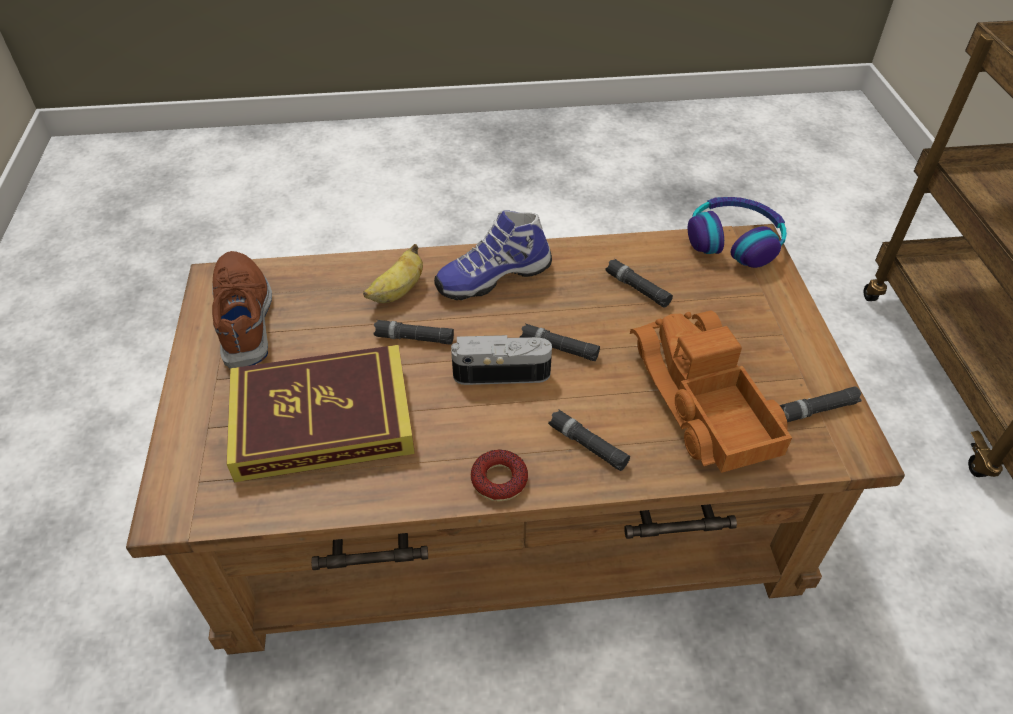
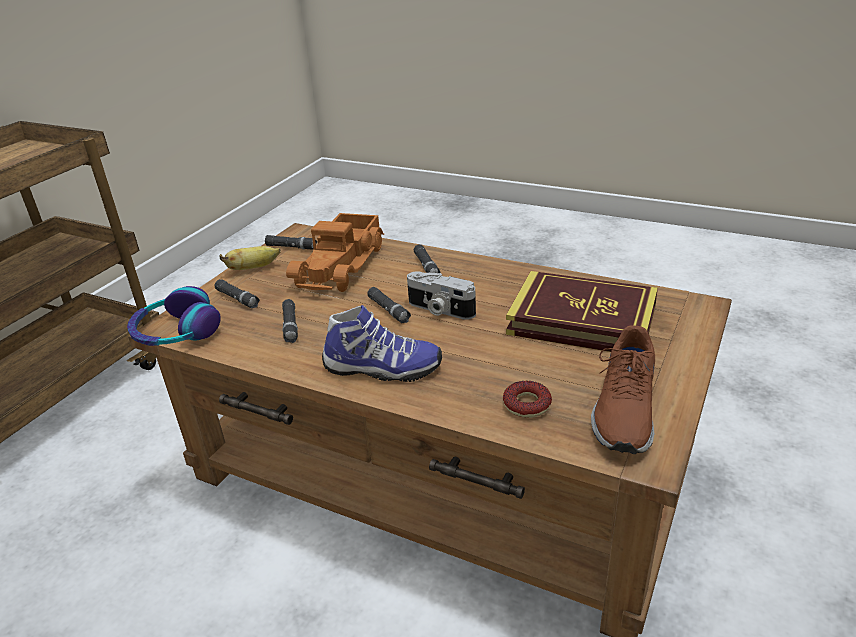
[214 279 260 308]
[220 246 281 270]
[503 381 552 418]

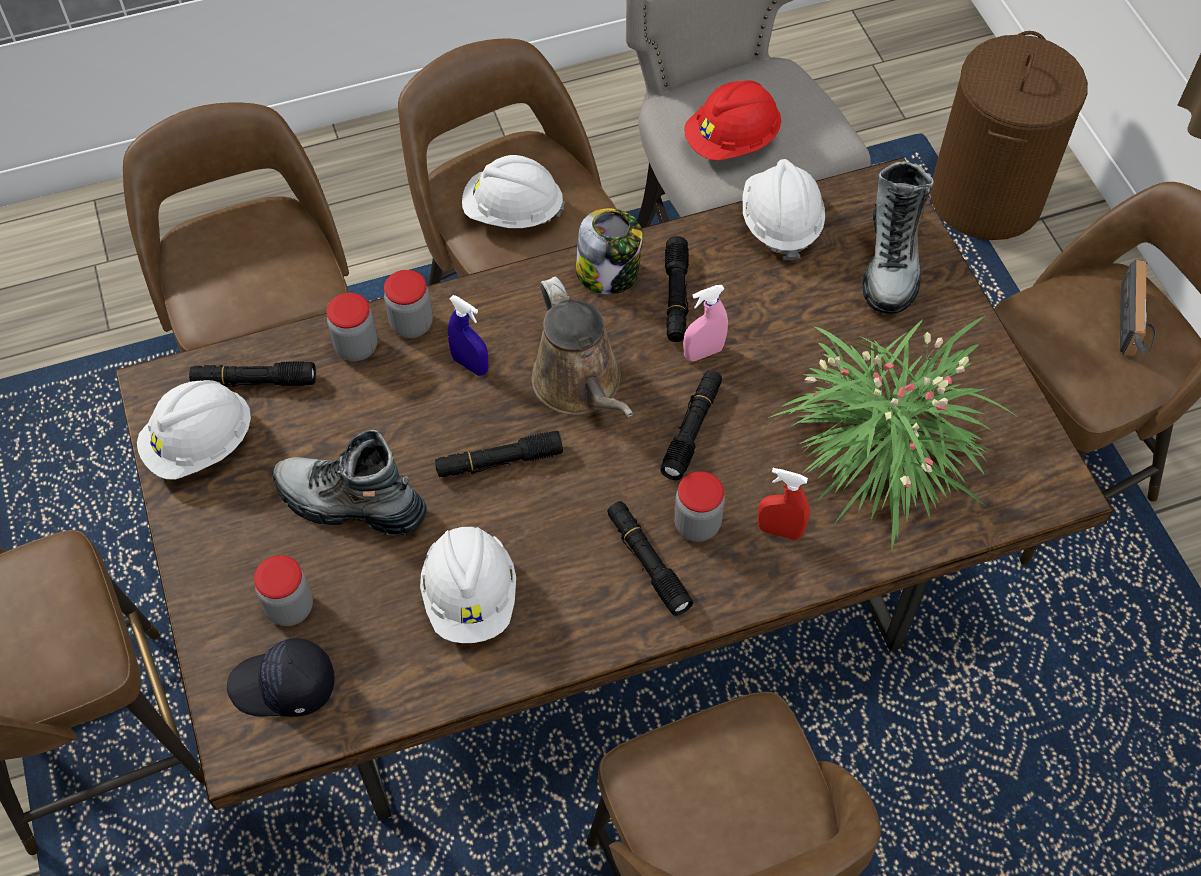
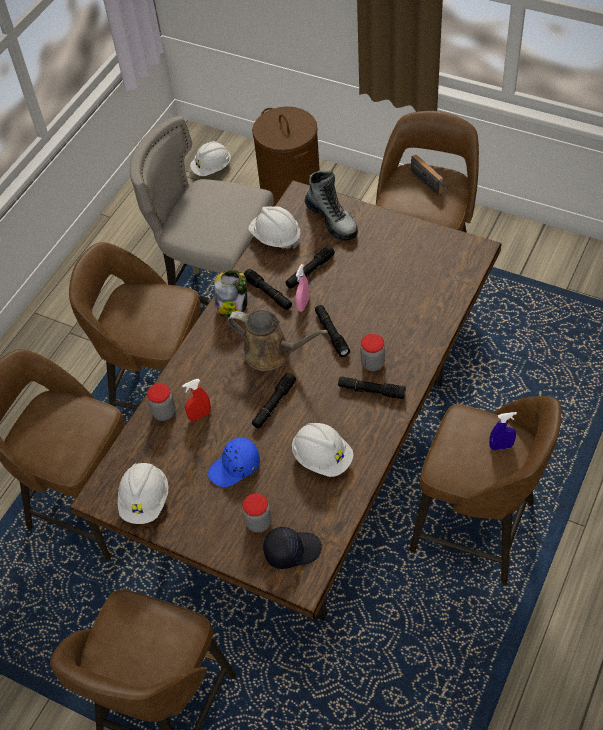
[182 379 211 421]
[190 141 231 176]
[208 438 260 487]
[263 527 322 569]
[286 246 335 288]
[489 412 517 450]
[384 270 433 338] (first image)
[684 80 781 161] (first image)
[758 316 1019 550] (first image)

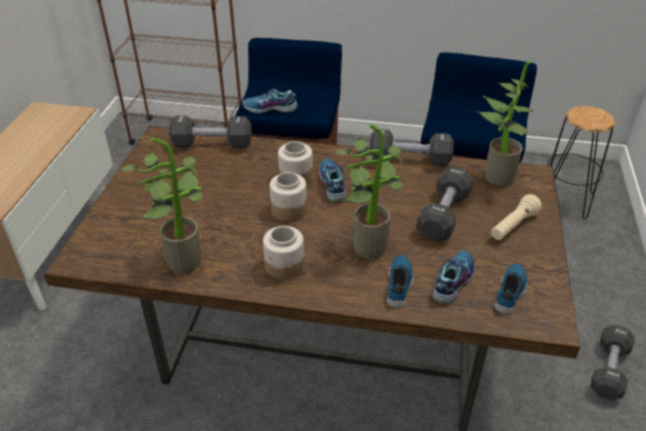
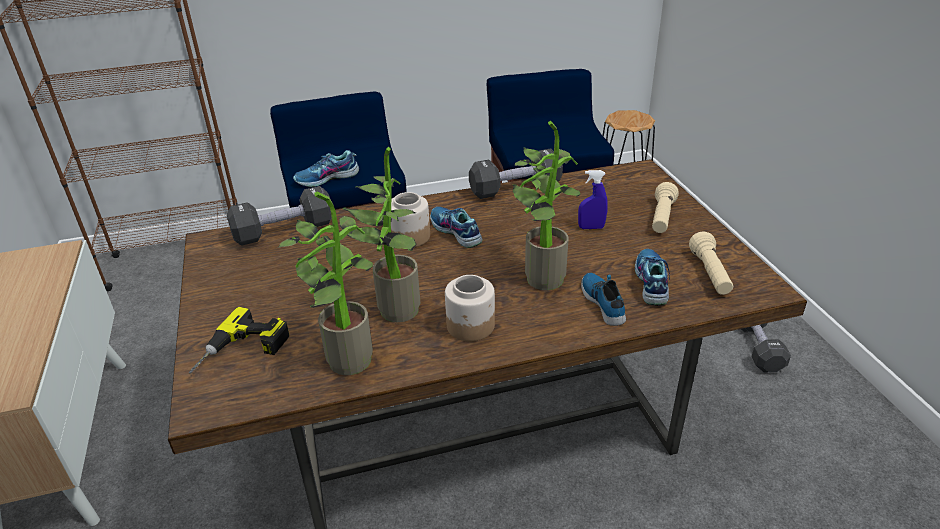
[189 307 289 374]
[343 147 420 322]
[578 170 608 229]
[689 231 733 295]
[270 172 307 221] (first image)

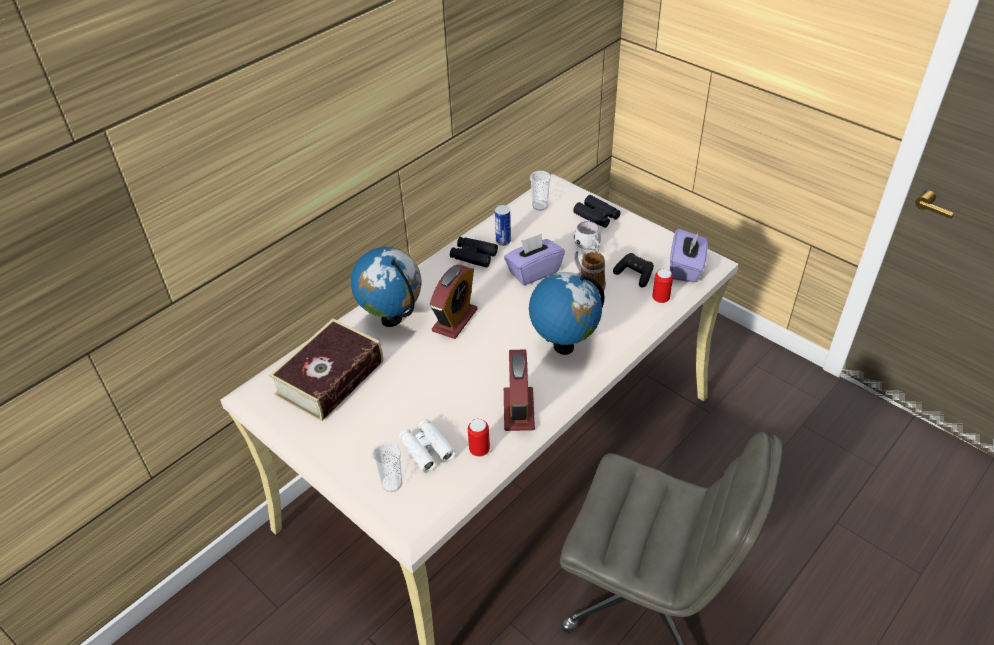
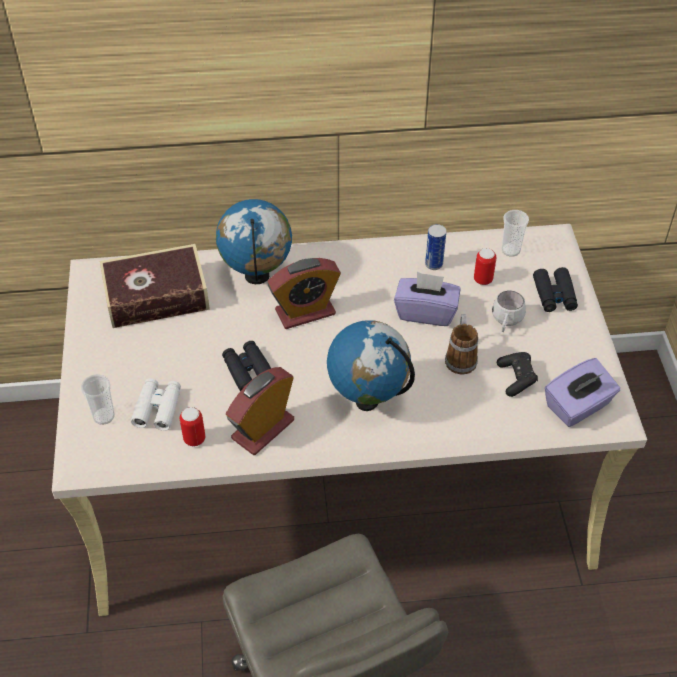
[222 341 271 391]
[474 248 497 285]

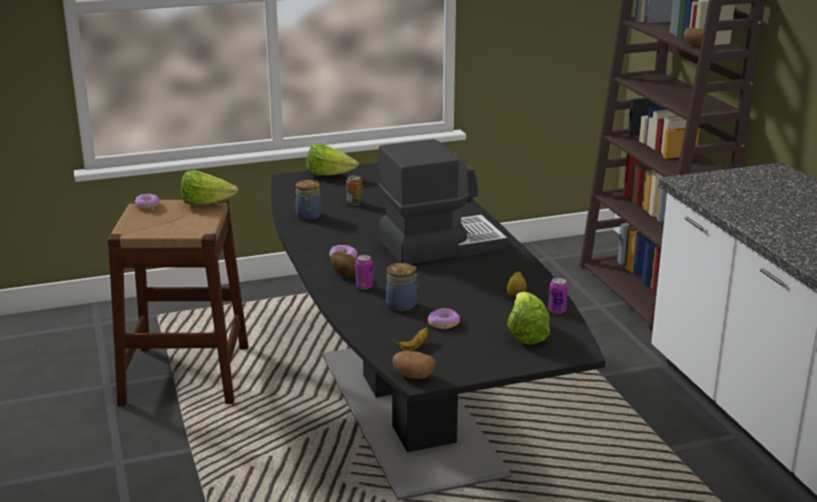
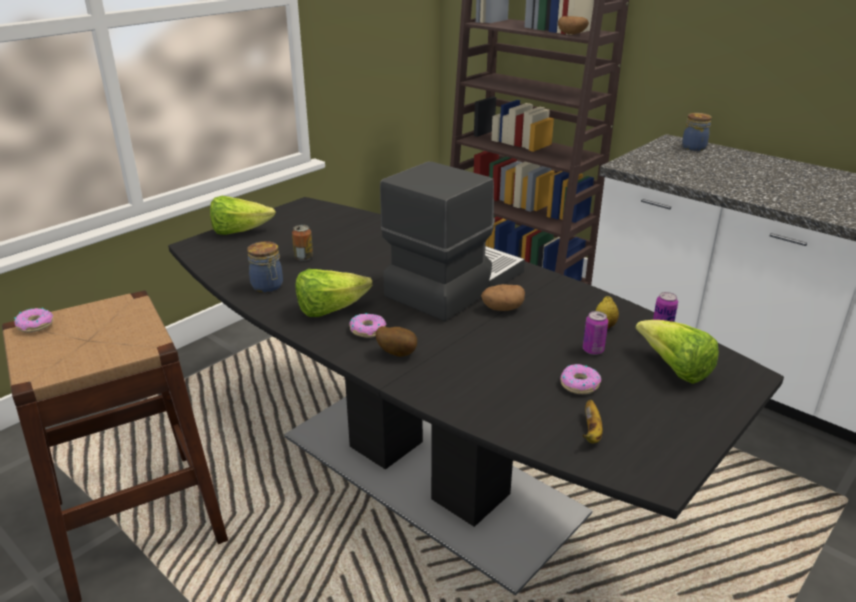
[296 269 373 317]
[481 284 525 311]
[583 311 608 355]
[682 113 712 151]

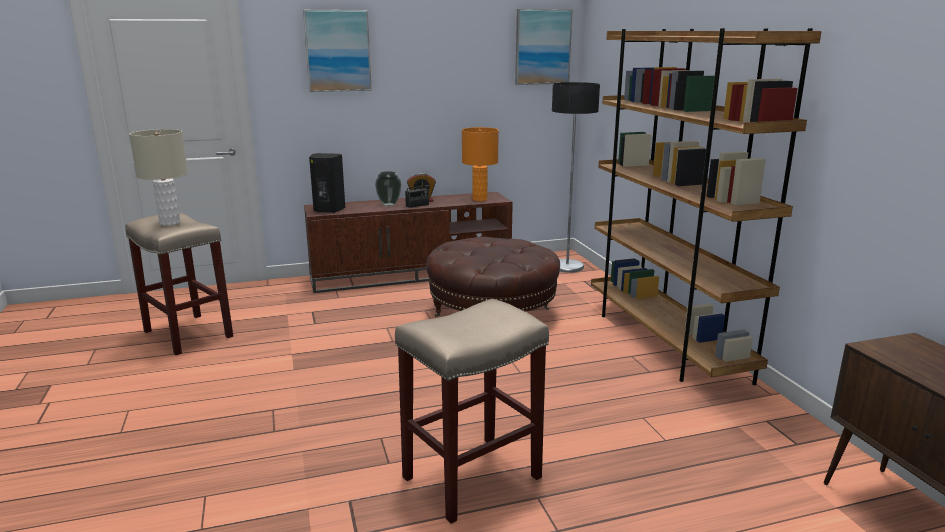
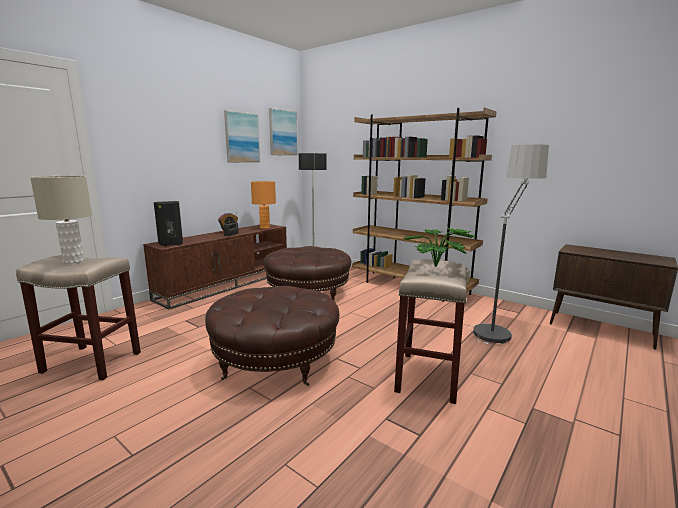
[205 286 340 386]
[224 110 260 163]
[404 227 477 267]
[470 145 549 345]
[375 171 401 206] (first image)

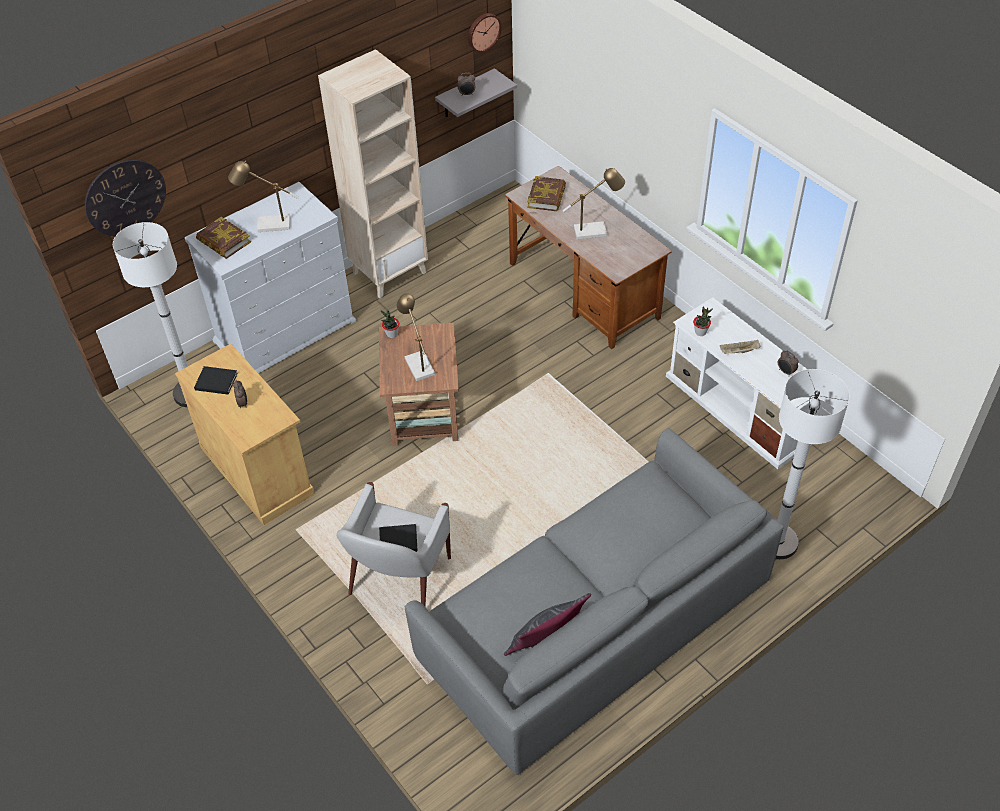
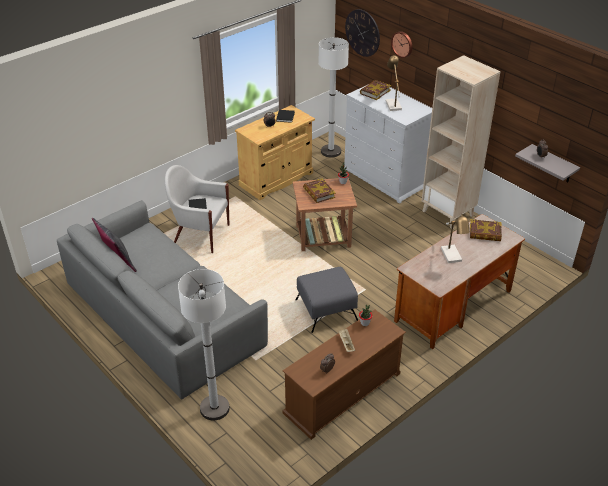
[282 309 406 440]
[296 267 358 333]
[303 178 336 203]
[391 31 412 58]

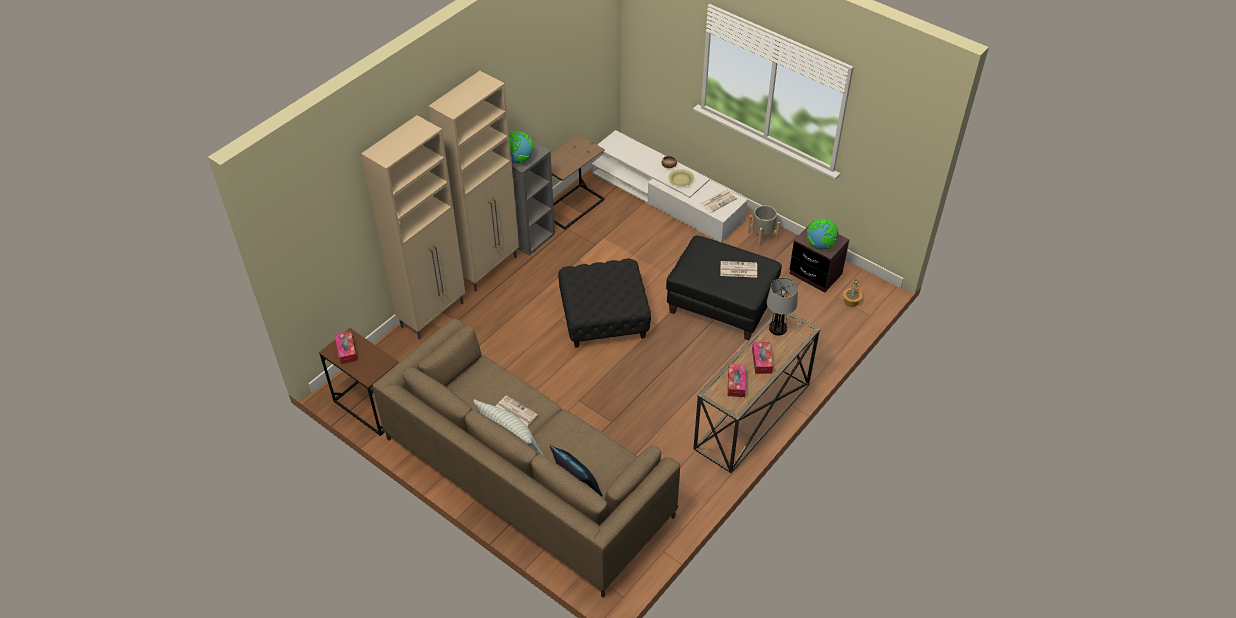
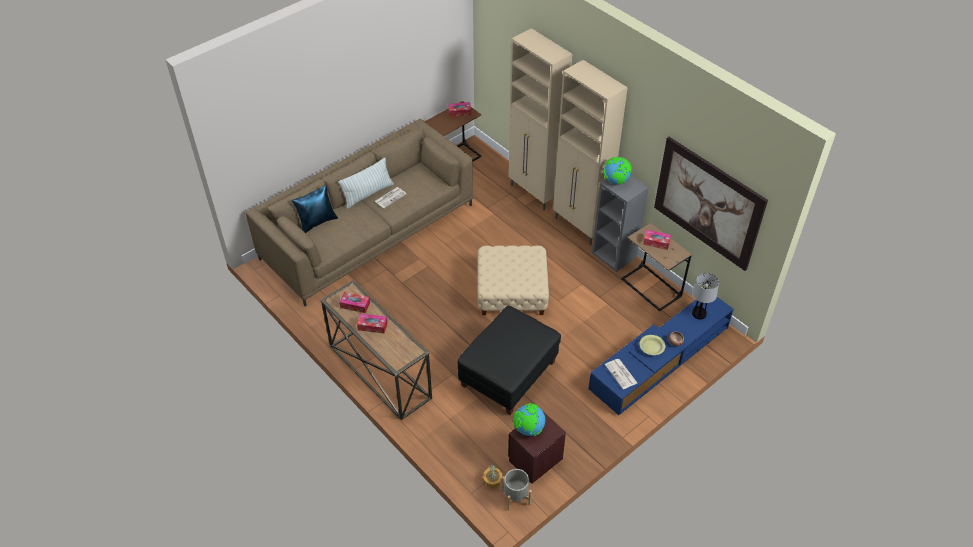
[477 245 549 315]
[501 469 532 511]
[588 297 734 415]
[643 230 671 250]
[654 137 768 271]
[692 273 719 319]
[721 261 757 278] (first image)

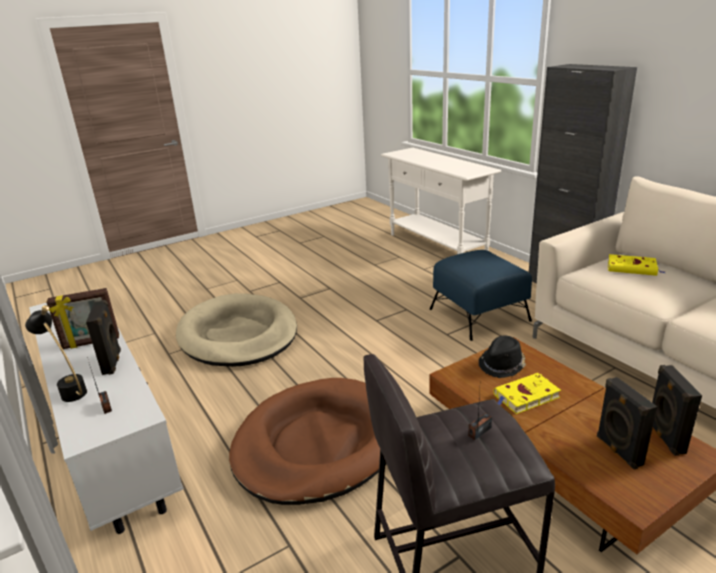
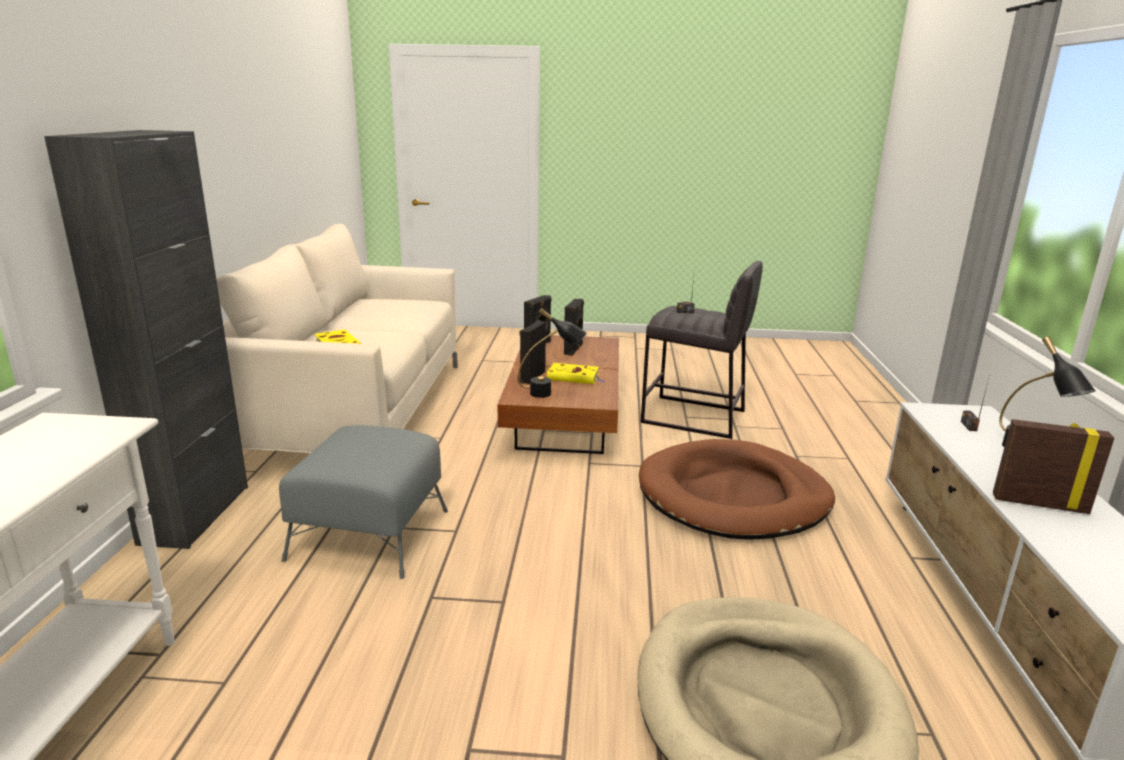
[279 425 448 579]
[517 308 587 398]
[519 320 546 384]

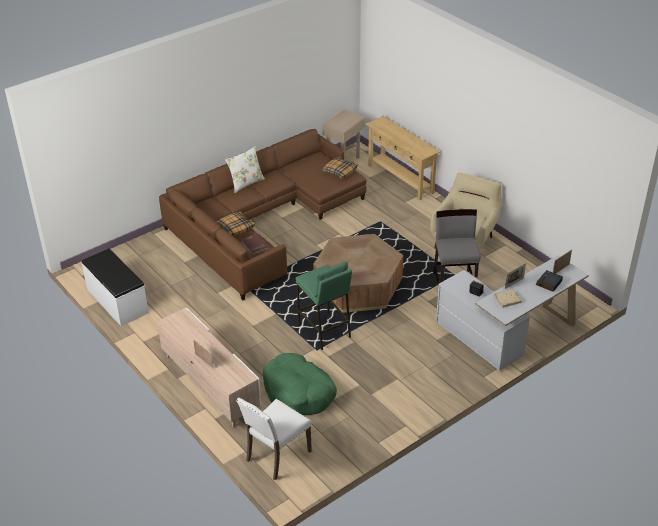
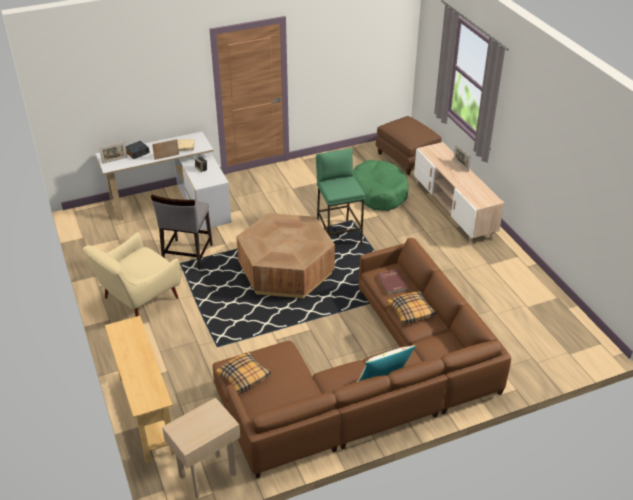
[376 116 441 175]
[81 248 149 326] (first image)

